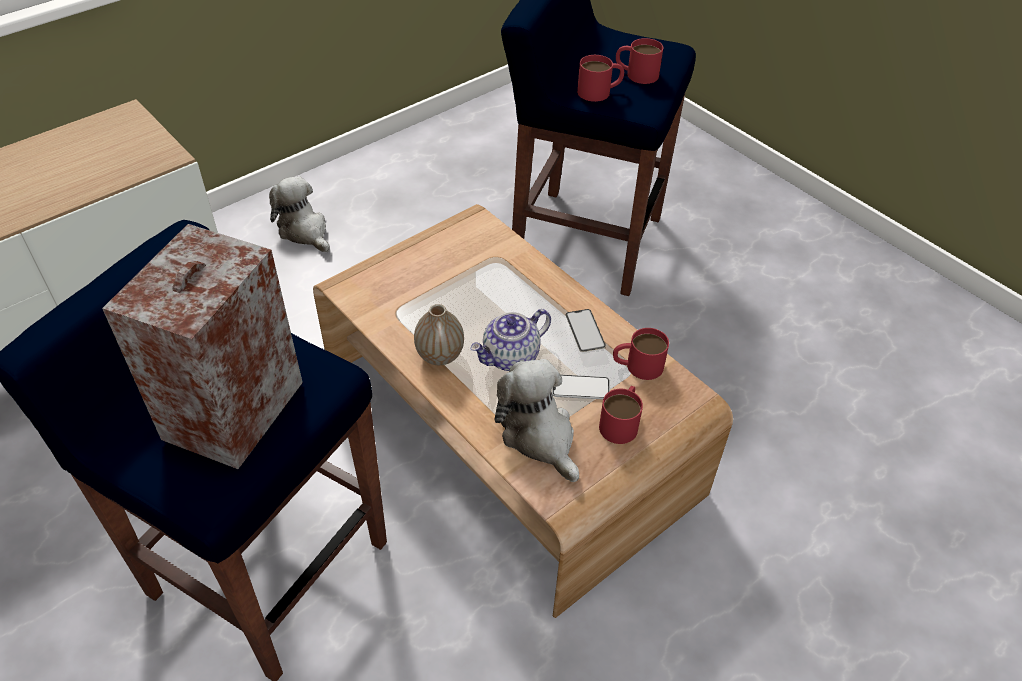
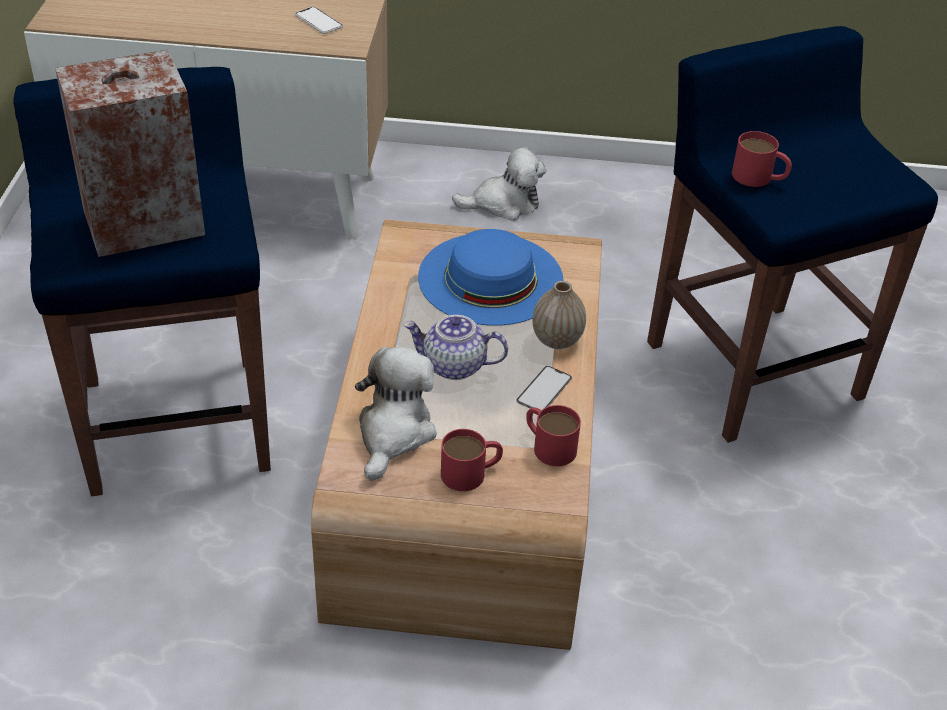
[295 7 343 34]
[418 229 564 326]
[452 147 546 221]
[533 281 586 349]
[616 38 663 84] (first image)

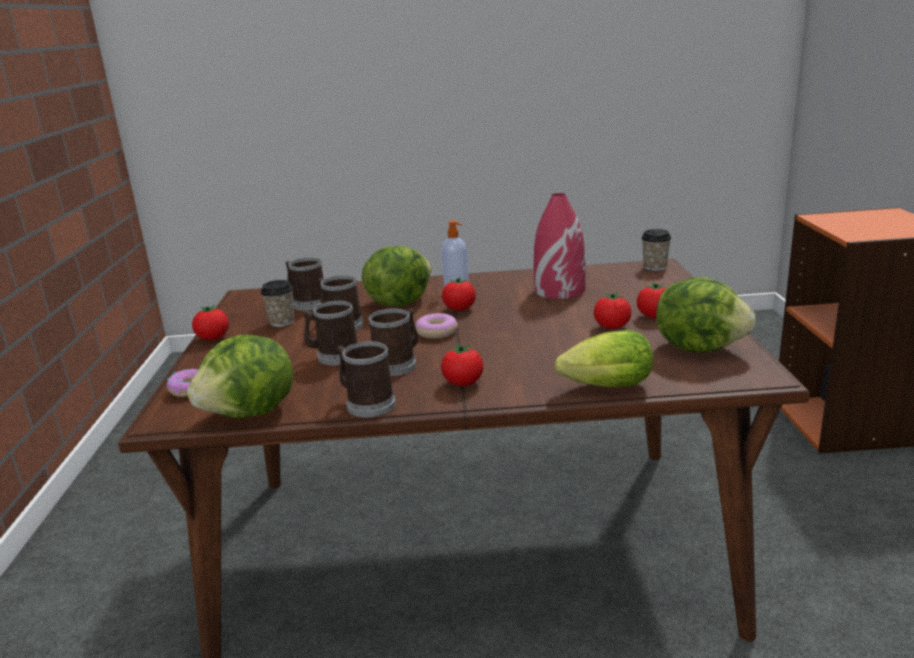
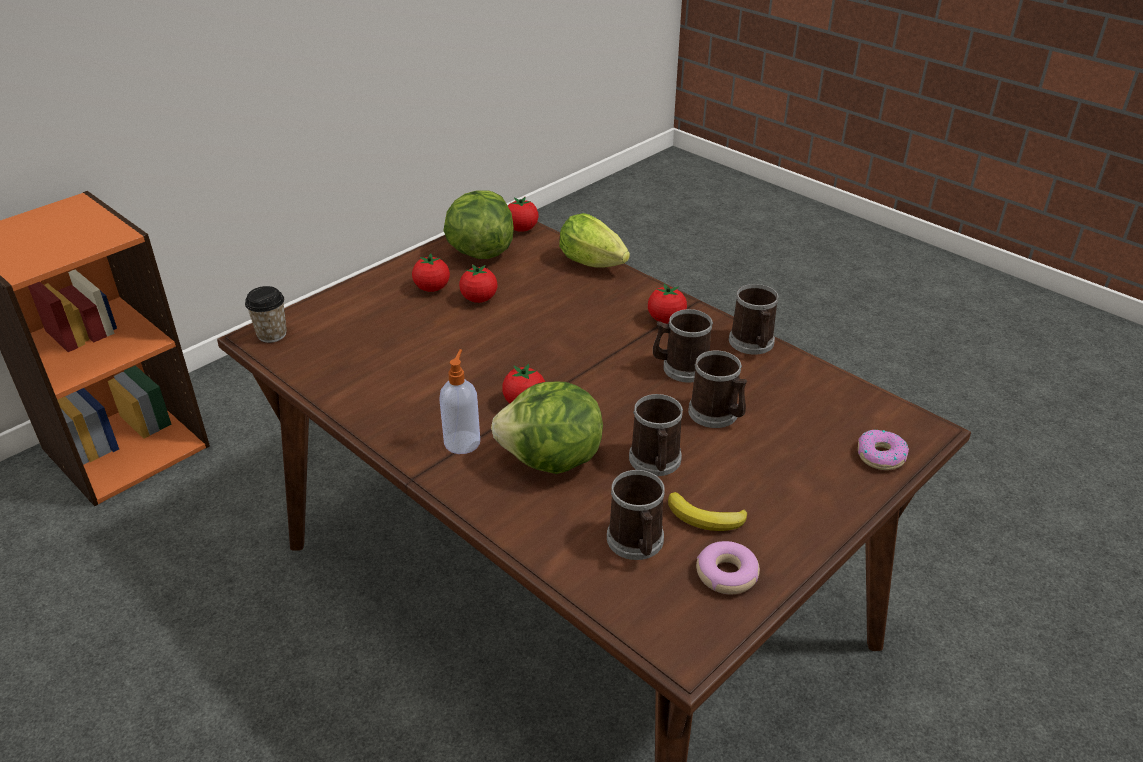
[508 197 539 232]
[668 492 747 531]
[696 541 760 594]
[187 334 293 418] (first image)
[534 193 586 299] (first image)

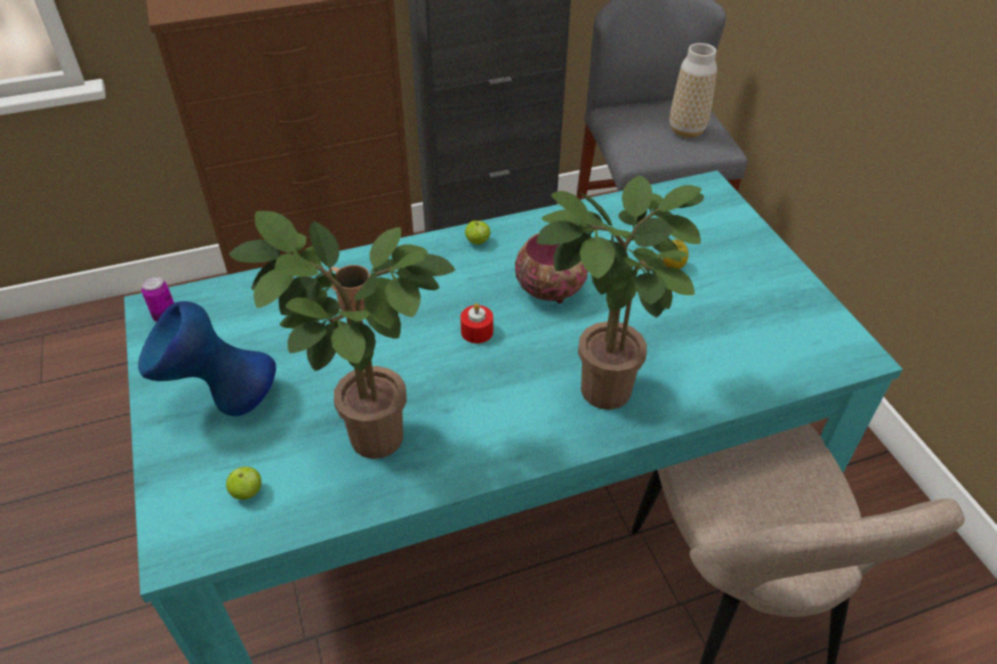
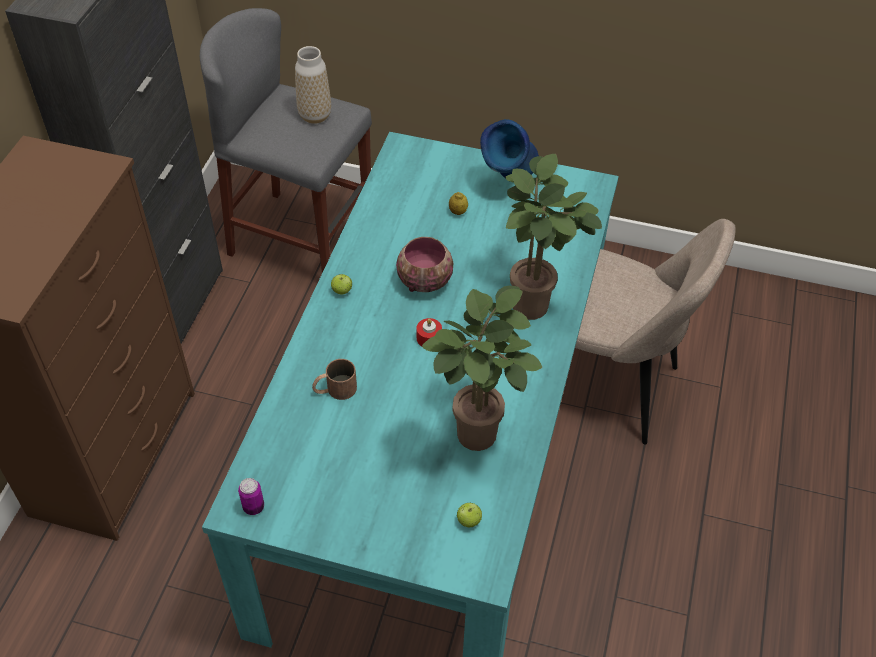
[480 119 539 178]

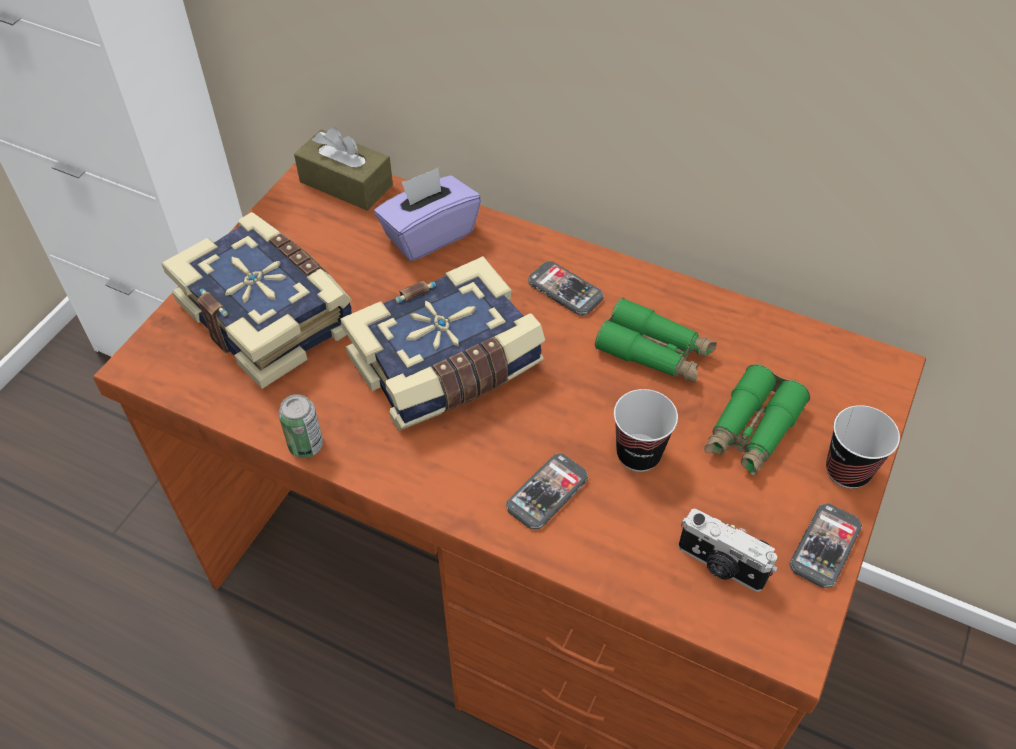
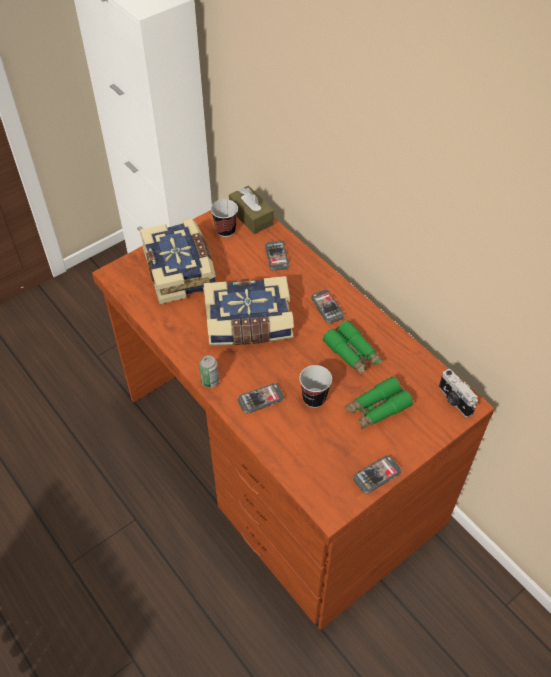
[199 355 219 388]
[211 199 238 237]
[265 241 289 271]
[439 369 478 417]

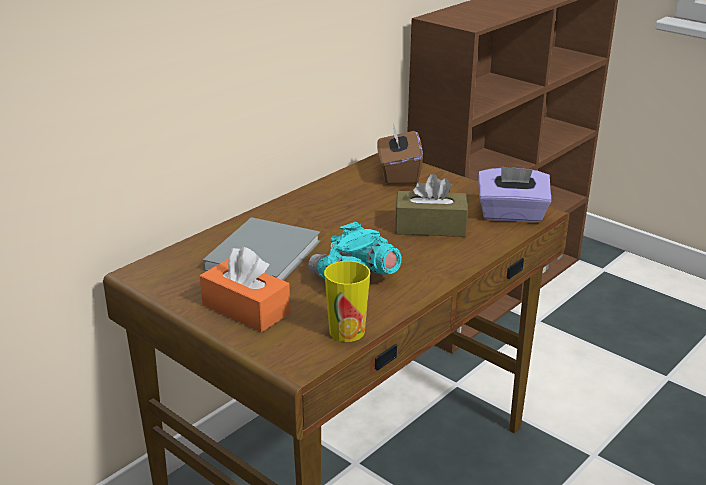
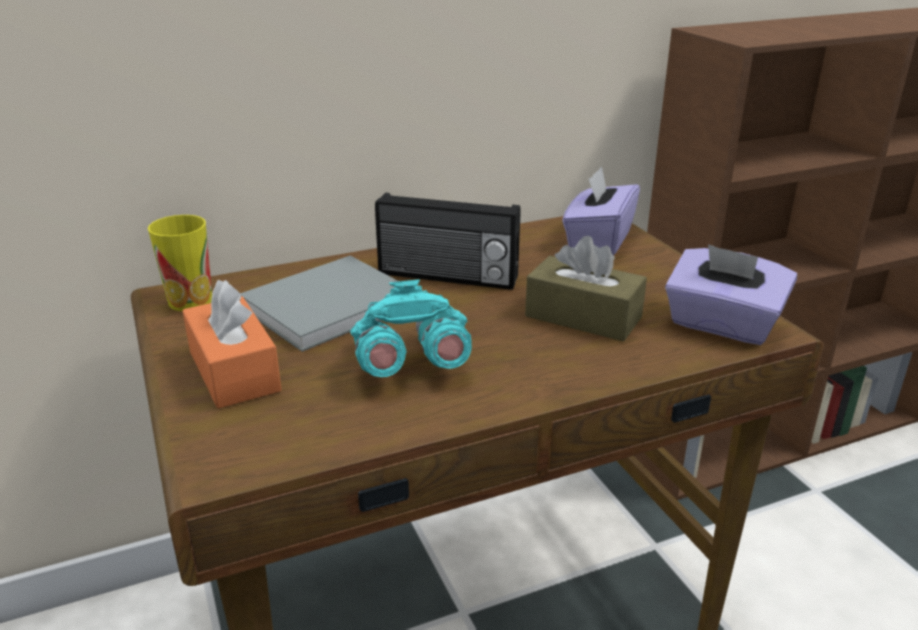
[148 215 212 311]
[375 193 521 290]
[562 166 640 255]

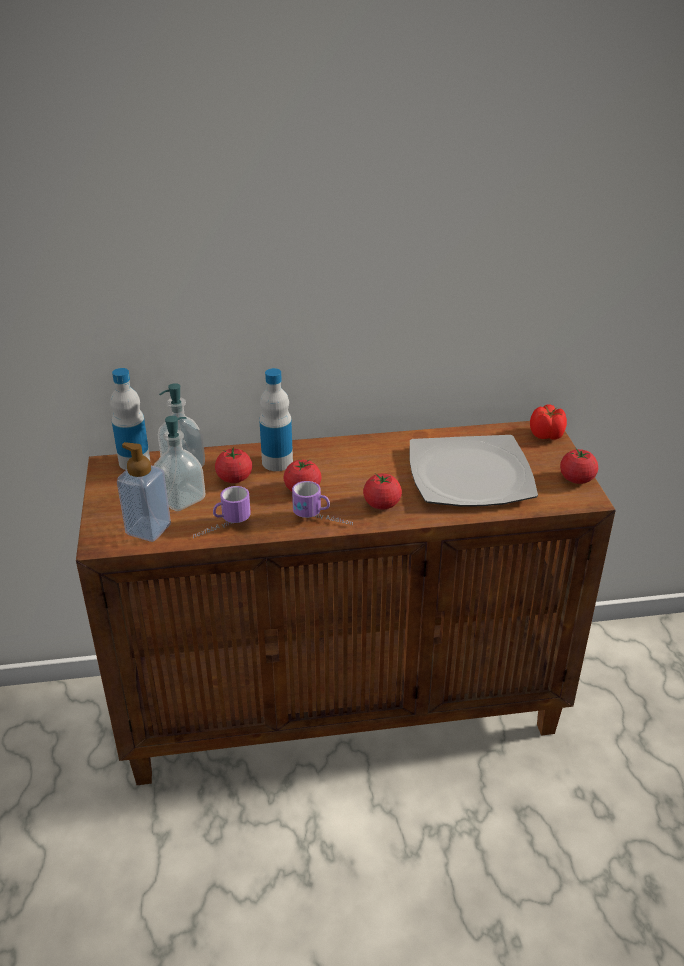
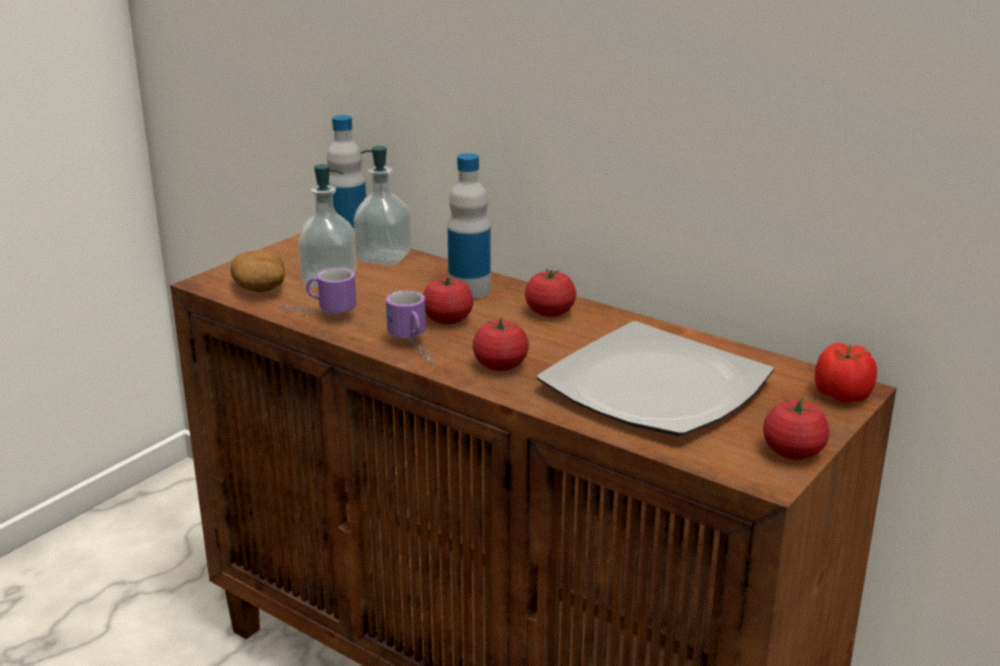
[230 250 285 292]
[525 269 576 317]

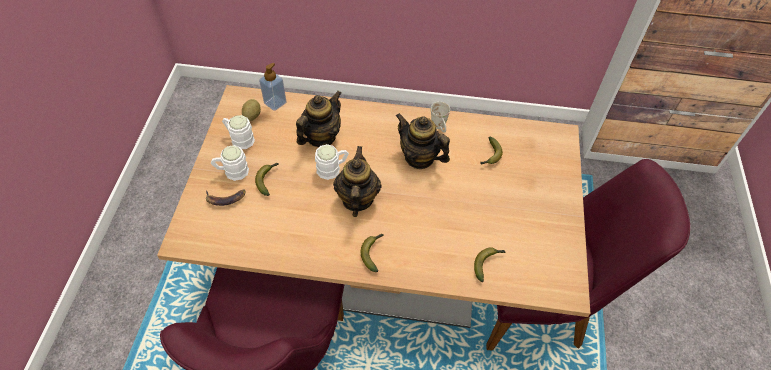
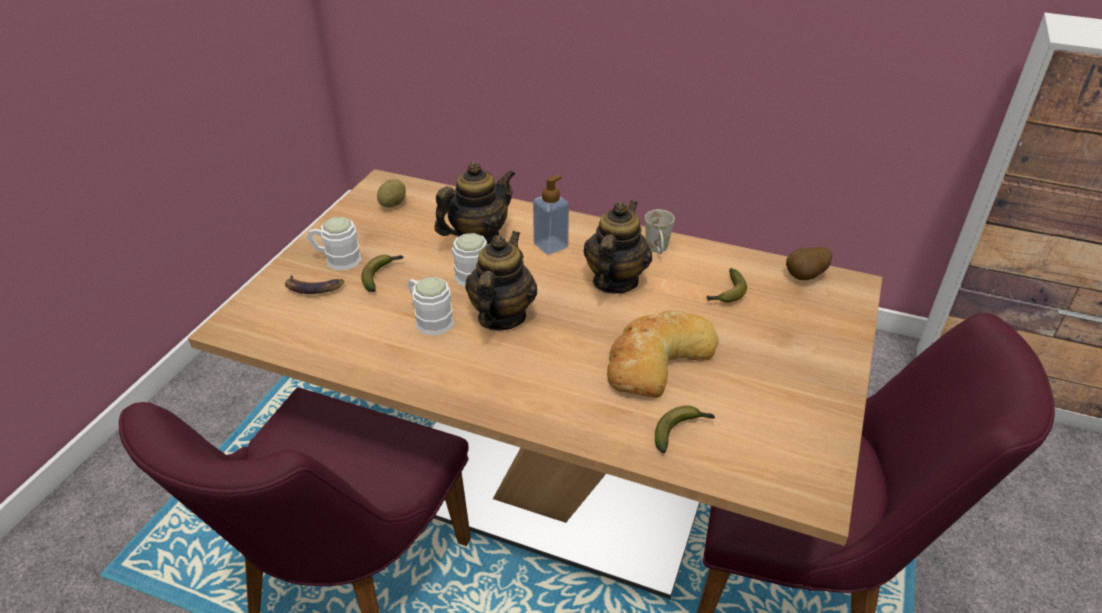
[407 277 454 336]
[533 175 569 255]
[583 200 652 294]
[607 310 718 398]
[786 247 832 280]
[361 234 384 272] (first image)

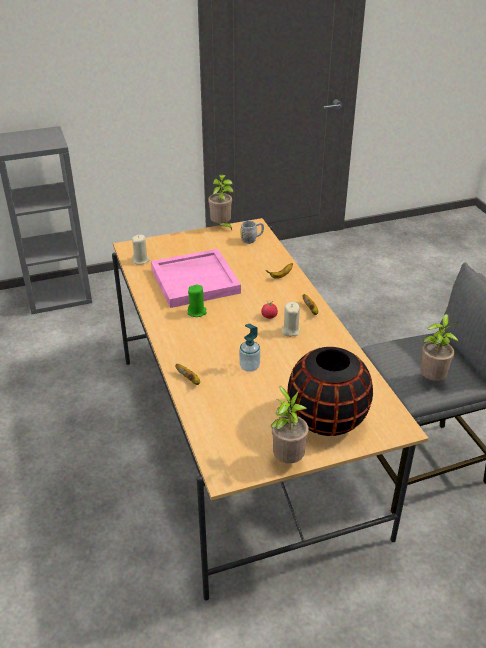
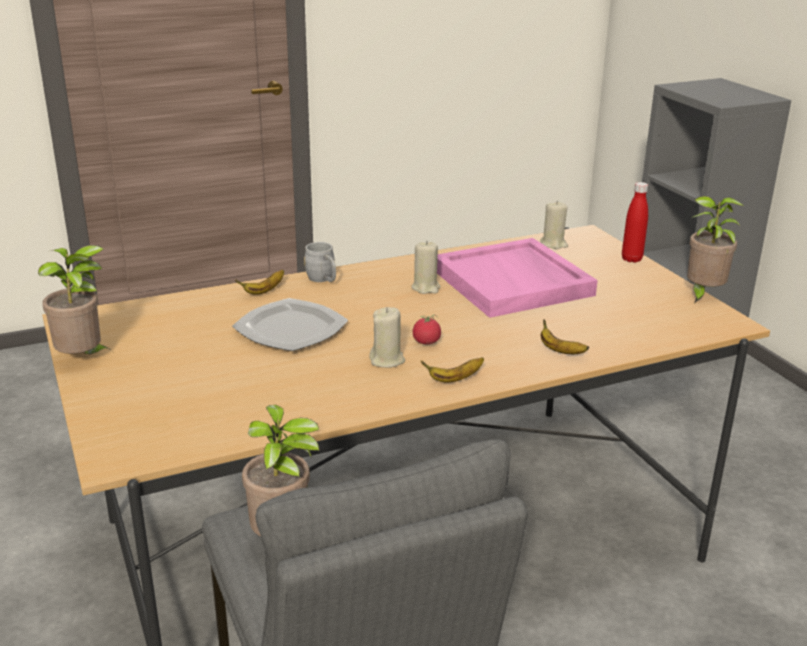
[232 298 348 351]
[304 242 336 282]
[411 241 440 294]
[622 182 648 263]
[287 347 373 436] (first image)

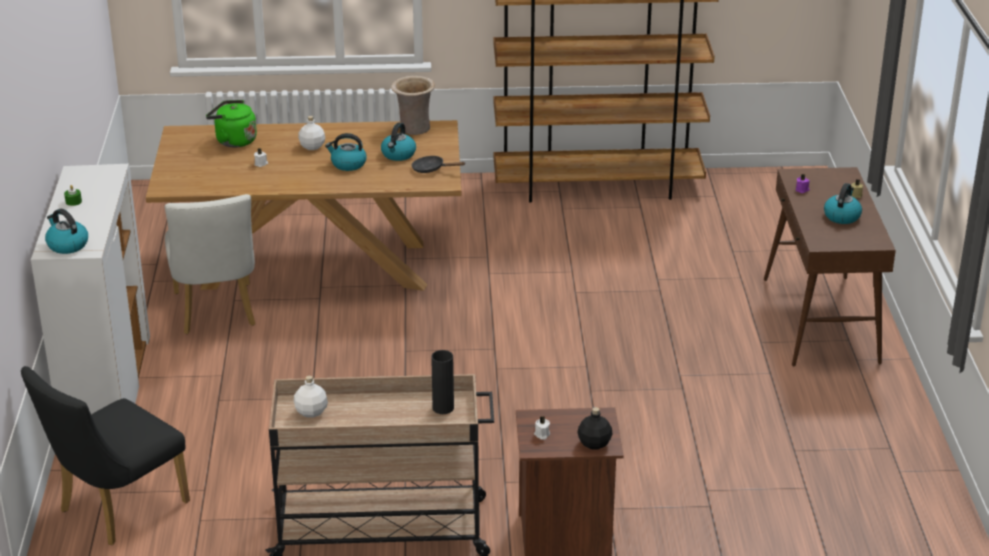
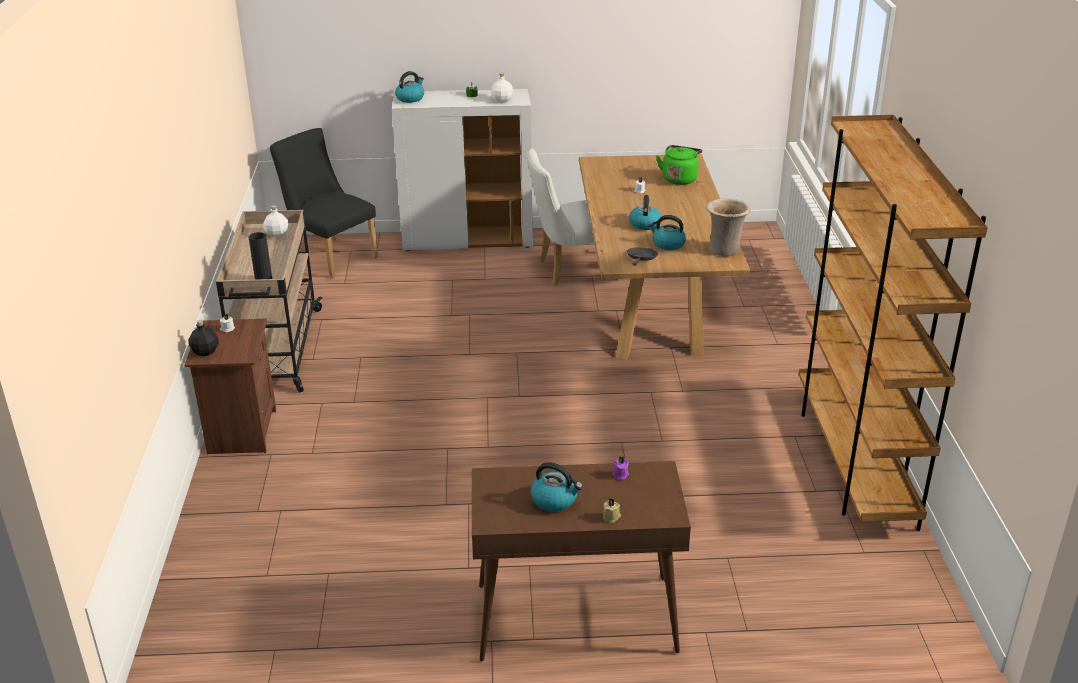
[491 73 513 103]

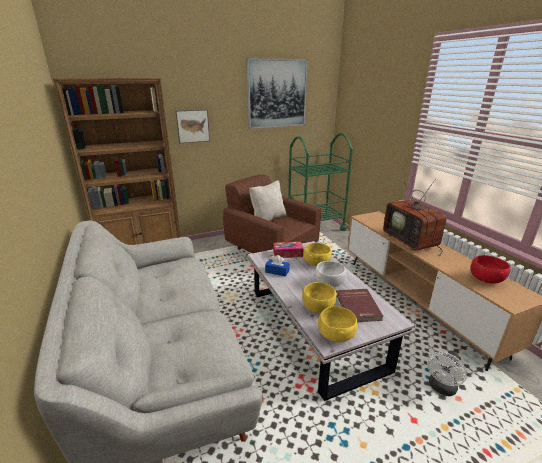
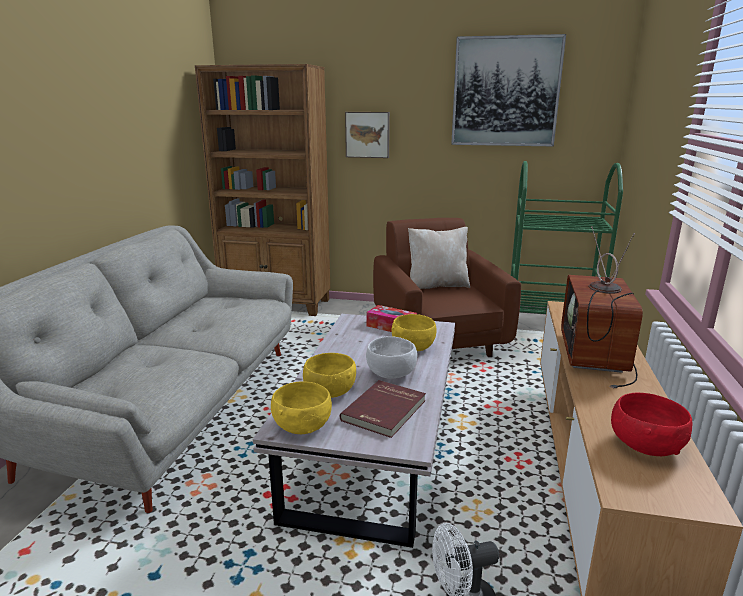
[265 255 290 277] (first image)

